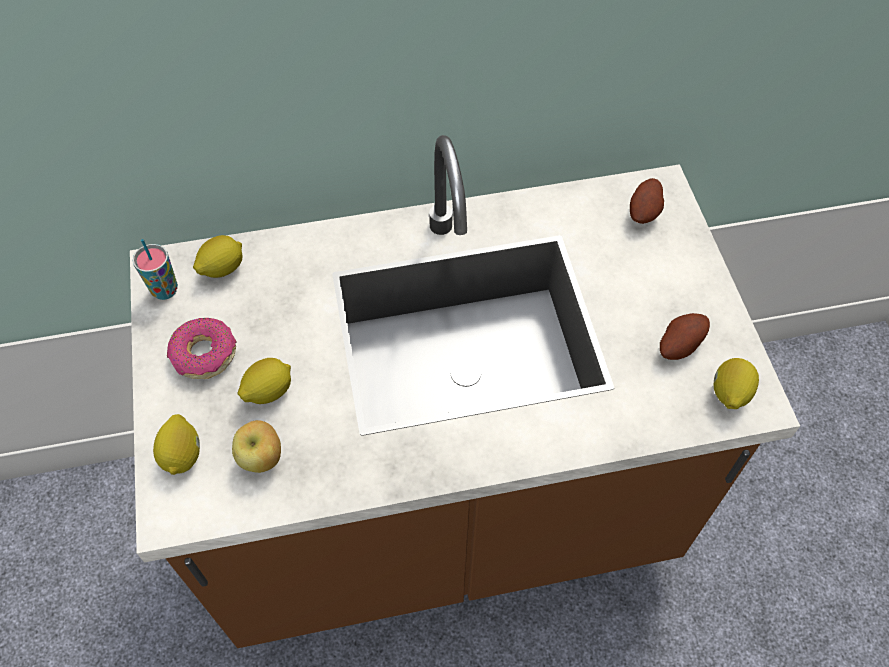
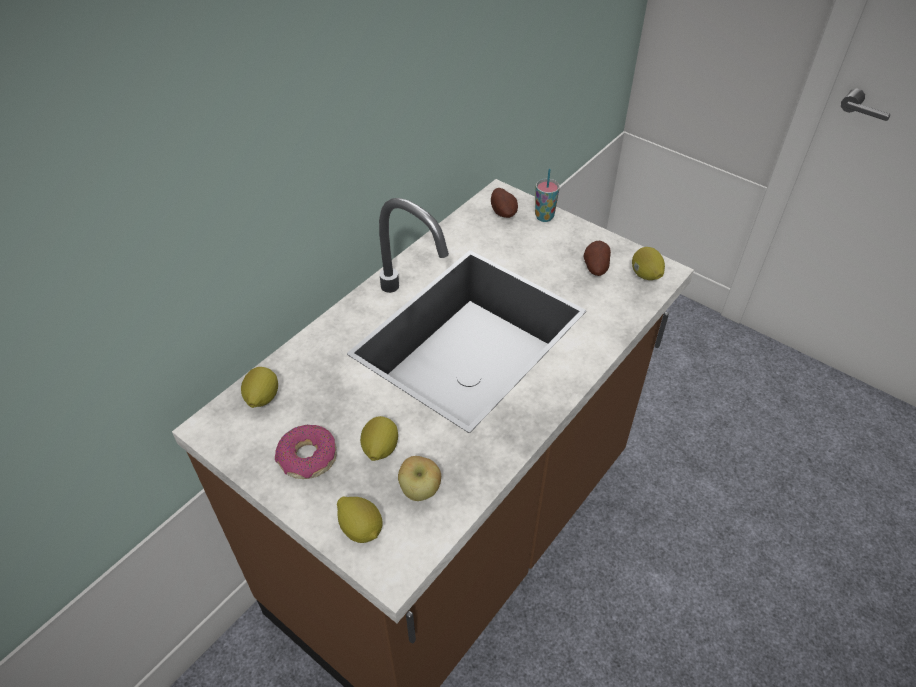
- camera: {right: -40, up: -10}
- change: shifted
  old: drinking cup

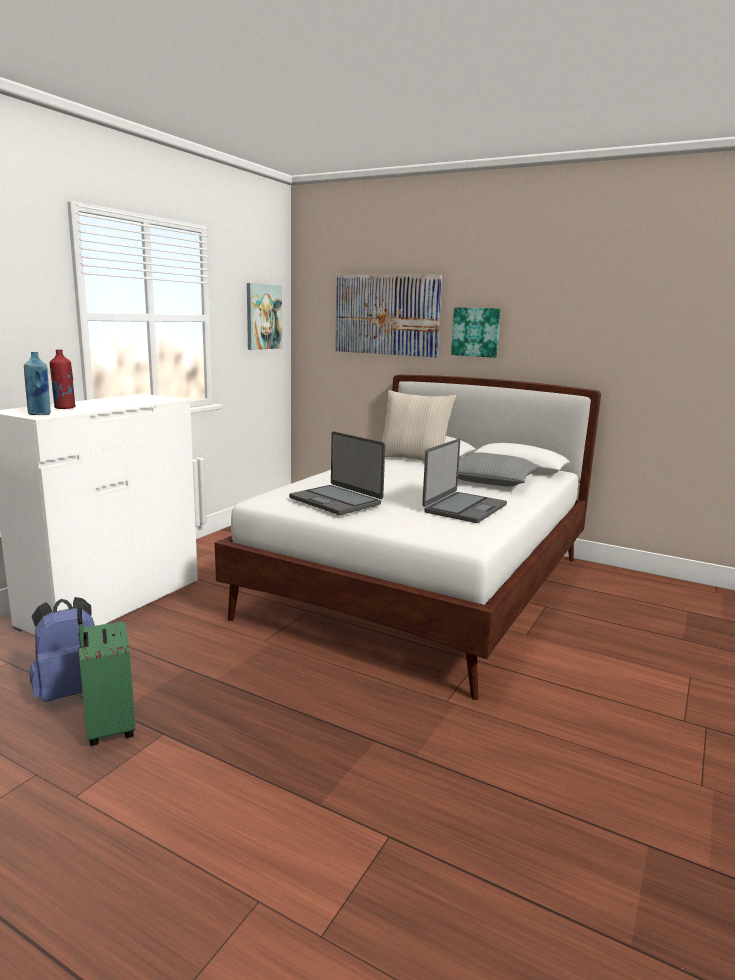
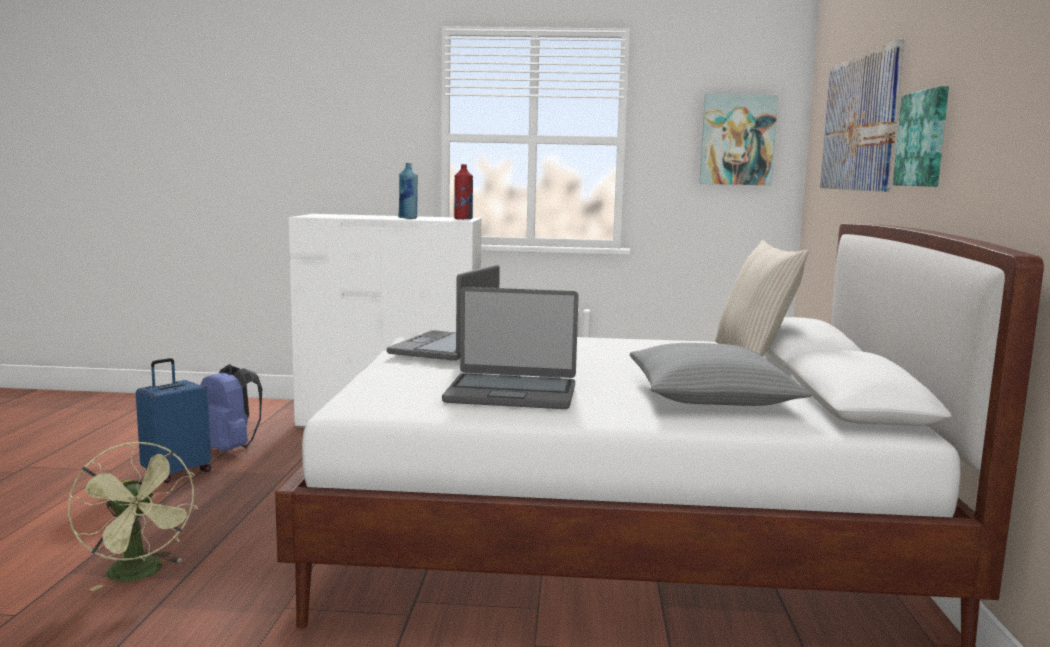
- camera: {right: 65, up: -5}
- change: shifted
  old: red-coloured bottle
- change: shifted
  old: bluish bottle
- change: repainted
  old: green-coloured suitcase
  new: bluish suitcase
- change: new
  new: green-coloured cooling fan

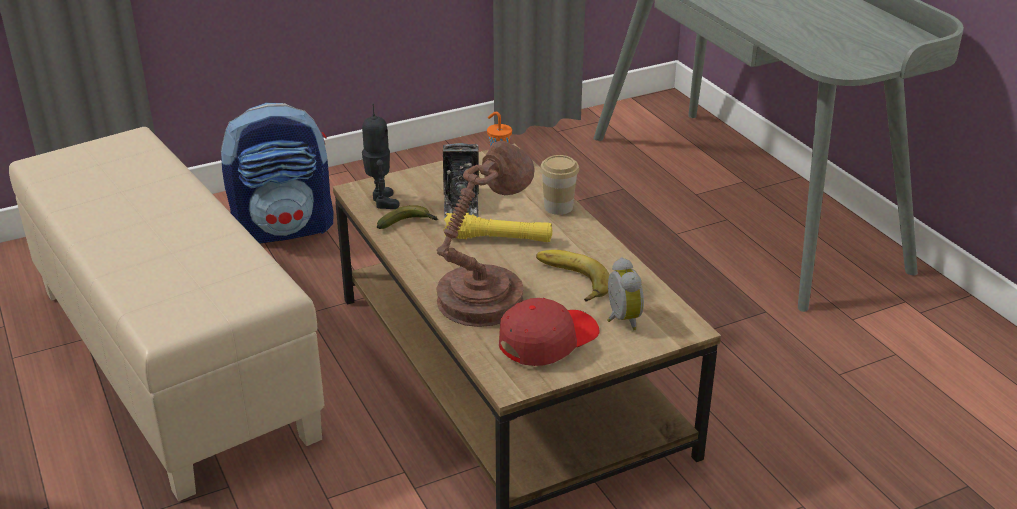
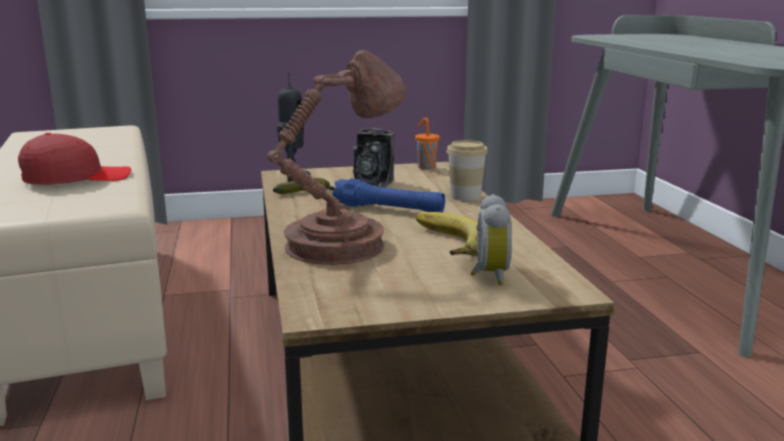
- camera: {right: 15, up: -15}
- change: gone
  old: backpack
- change: repainted
  old: yellow hand torch
  new: bluish hand torch
- change: shifted
  old: red-coloured peaked cap

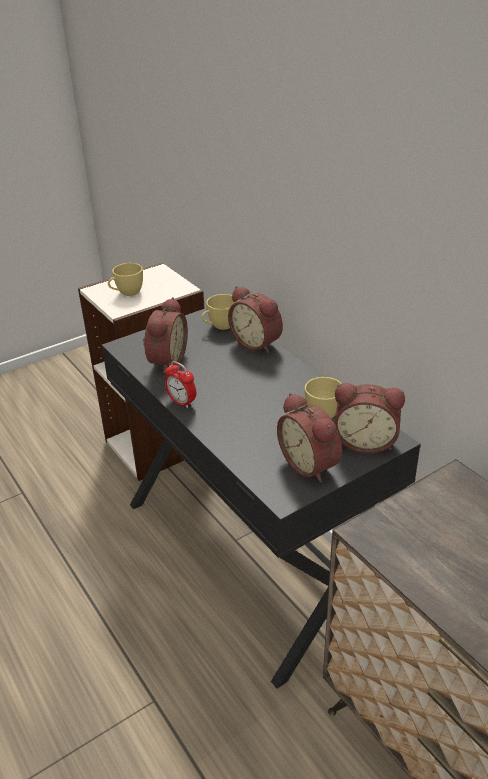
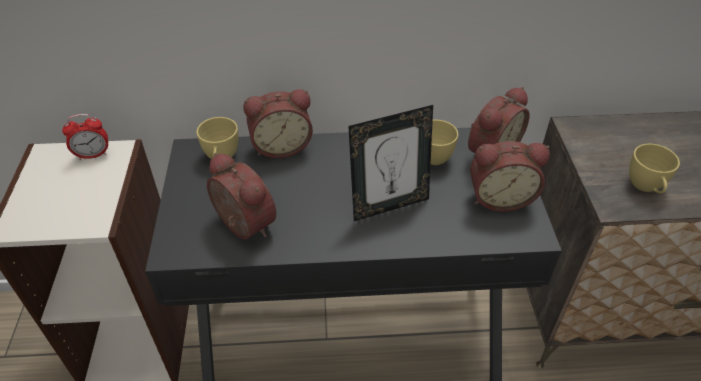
- camera: {right: -60, up: 10}
- change: shifted
  old: yellow drinking cup (no. 1 from left in the first image)
  new: yellow drinking cup (no. 3 from left)
- change: shifted
  old: bedside clock (no. 2 from left in the first image)
  new: bedside clock (no. 1 from left)
- change: new
  new: picture frame

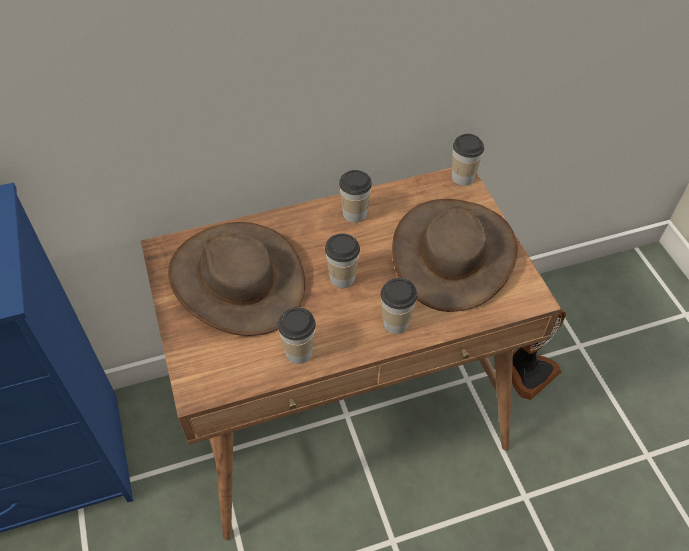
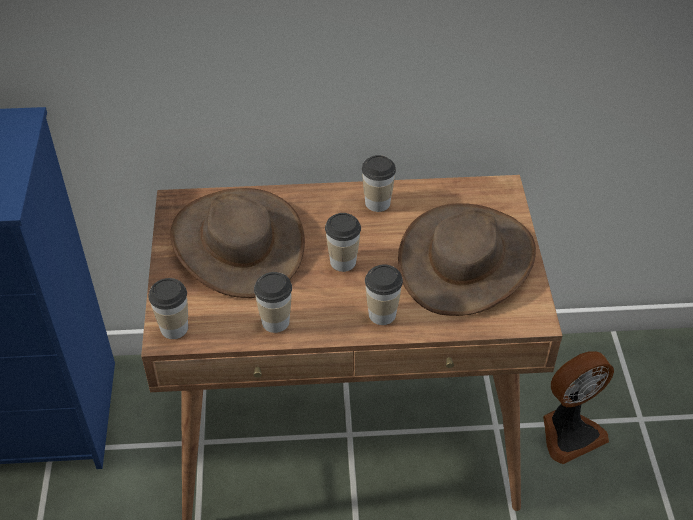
- camera: {right: 15, up: -5}
- change: shifted
  old: drinking cup (no. 5 from left in the first image)
  new: drinking cup (no. 1 from left)

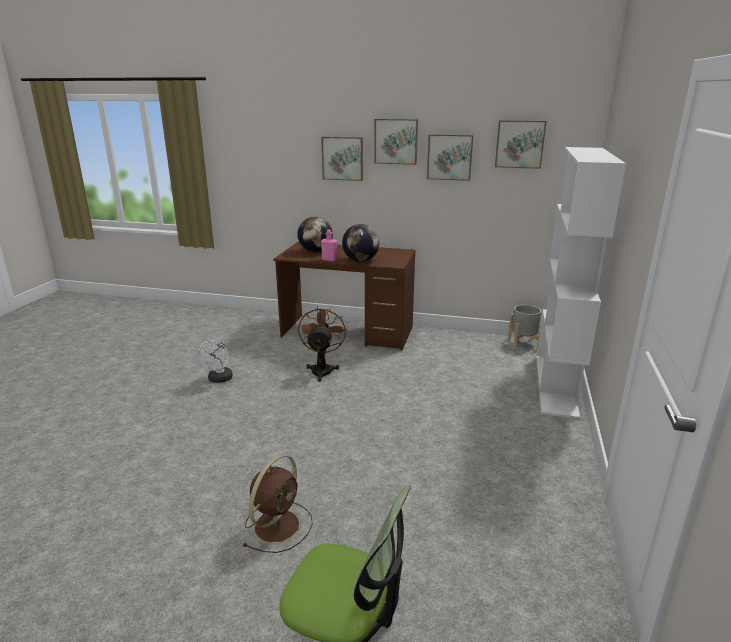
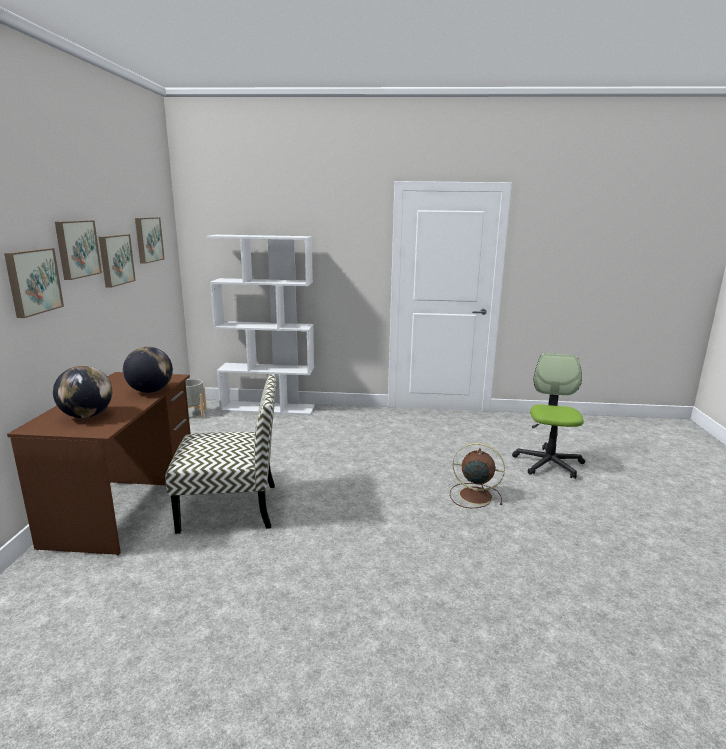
- camera: {right: -100, up: -5}
- change: gone
  old: pink-coloured bottle
- change: swapped
  old: brown-coloured cooling fan (no. 2 from left)
  new: upright chair
- change: gone
  old: white cooling fan

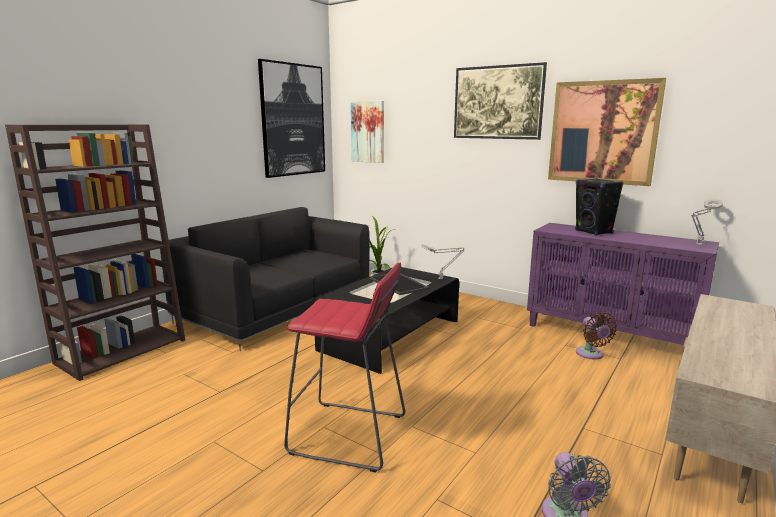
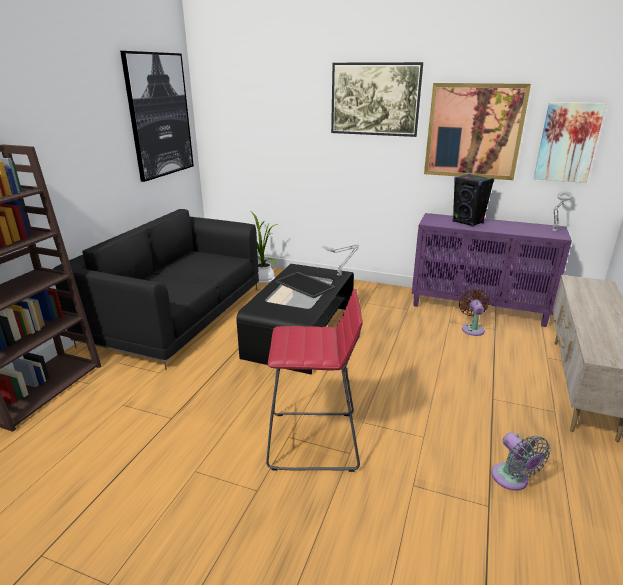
- camera: {right: -15, up: 10}
- change: shifted
  old: wall picture (no. 2 from left in the first image)
  new: wall picture (no. 4 from left)
- change: rotated
  old: brown-coloured cooling fan
  degrees: -150

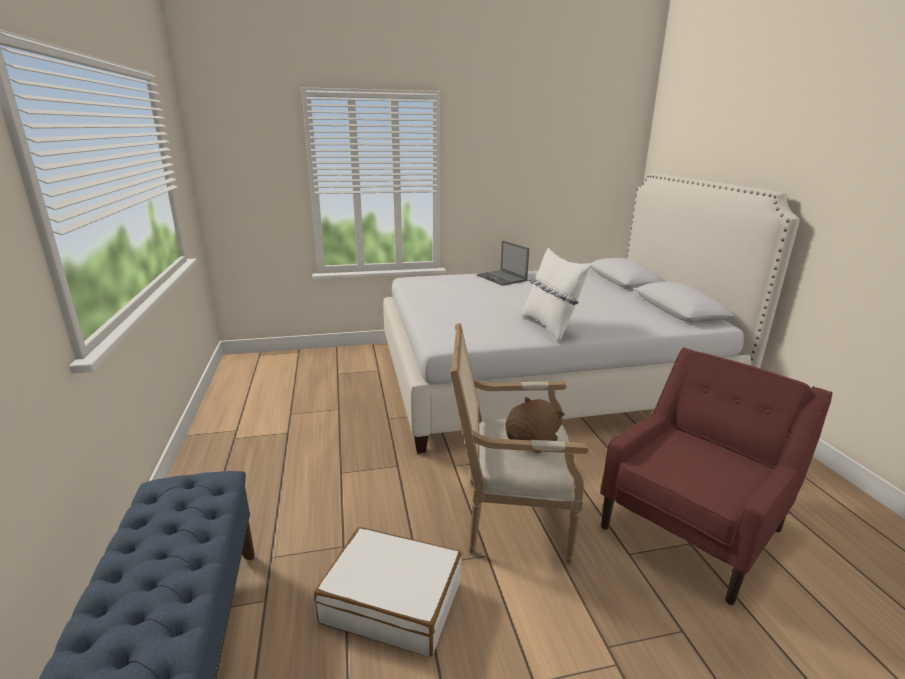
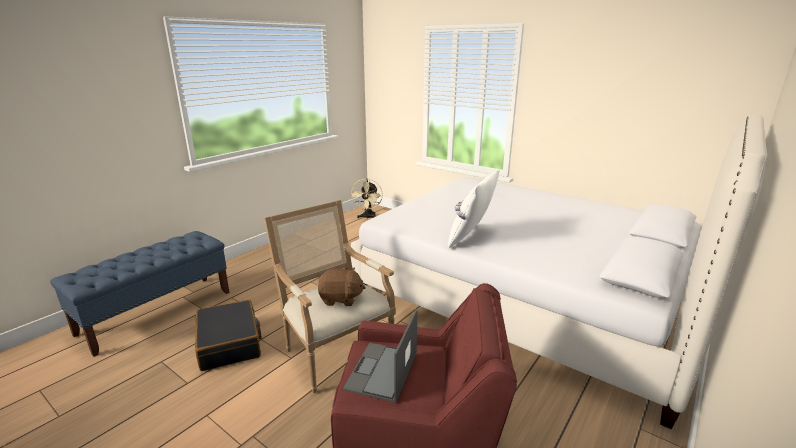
- camera: {right: 50, up: 0}
- change: shifted
  old: portable computer
- change: repainted
  old: white suitcase
  new: black suitcase
- change: new
  new: beige-coloured cooling fan

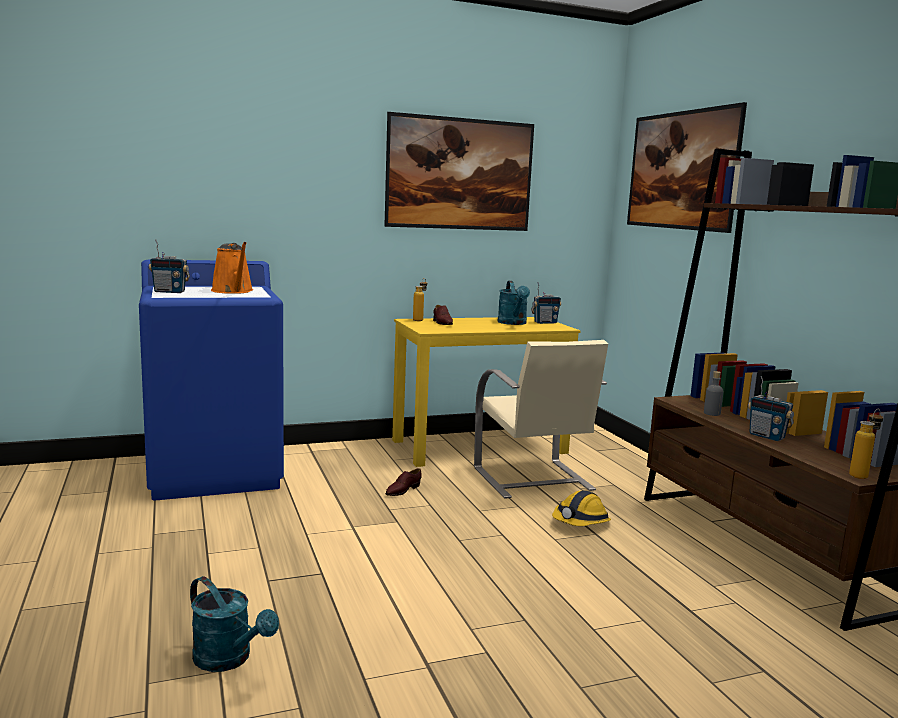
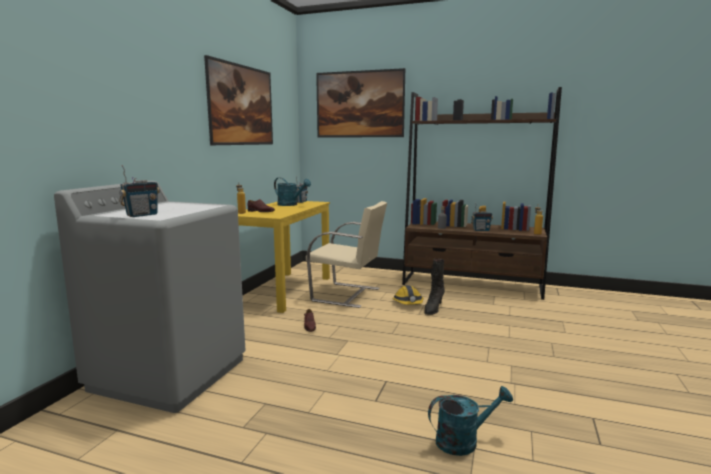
- camera: {right: -50, up: 0}
- change: gone
  old: orange sprinkling can
- change: repainted
  old: bluish laundry appliance
  new: greyish laundry appliance
- change: new
  new: black tall boot

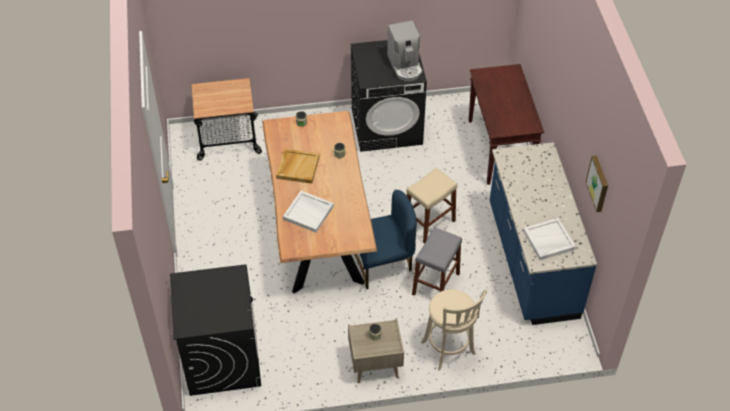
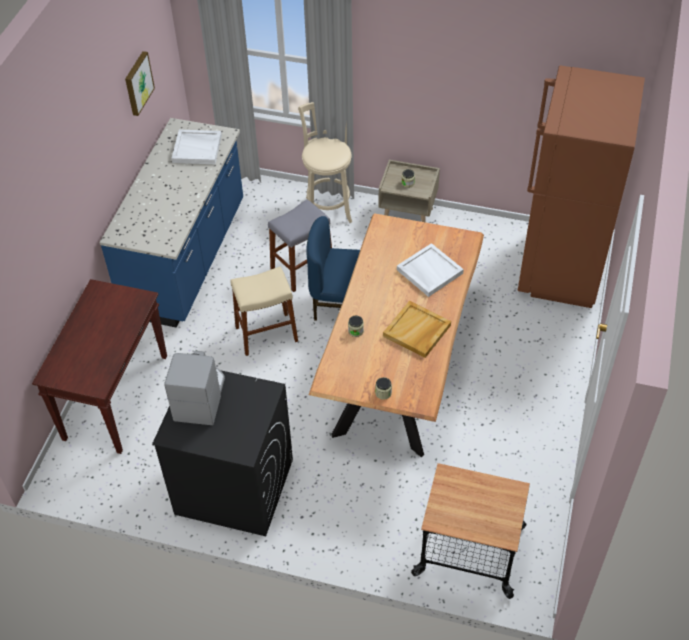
- camera: {right: -155, up: 0}
- change: swapped
  old: black laundry appliance (no. 1 from left)
  new: brown-coloured refrigerator

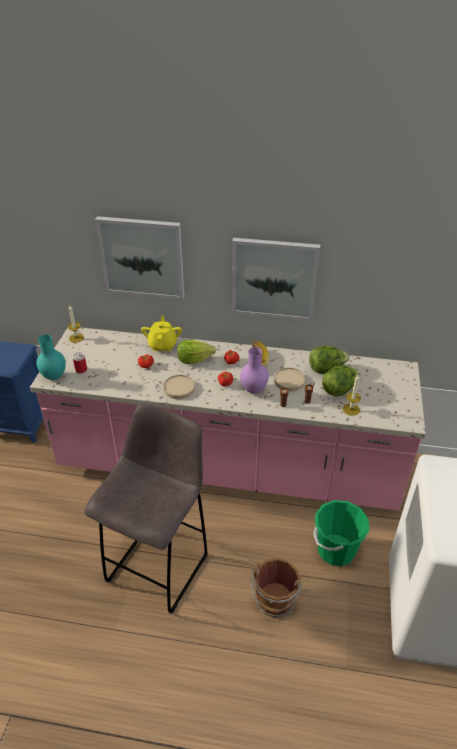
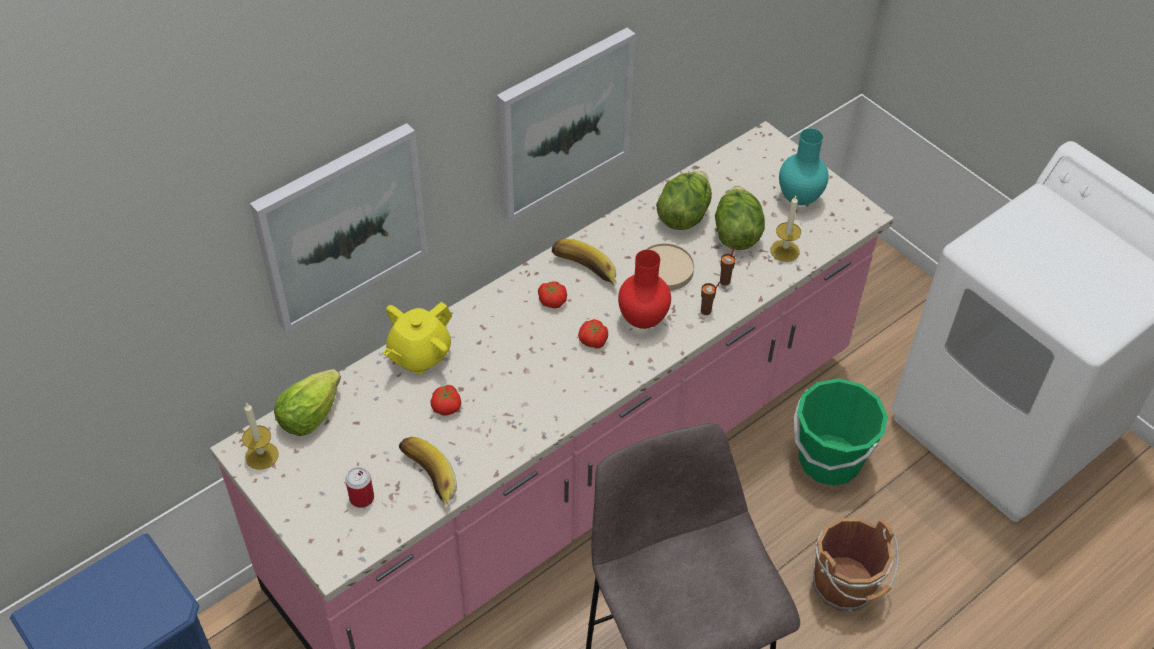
- camera: {right: -50, up: 10}
- change: rotated
  old: yellow pot for tea
  degrees: -90
- change: shifted
  old: turquoise flower vase
- change: shifted
  old: lettuce head (no. 1 from left)
- change: repainted
  old: purple flower vase
  new: red-coloured flower vase
- change: gone
  old: beige-coloured dinner plate (no. 1 from left)
- change: new
  new: banana (no. 1 from left)

